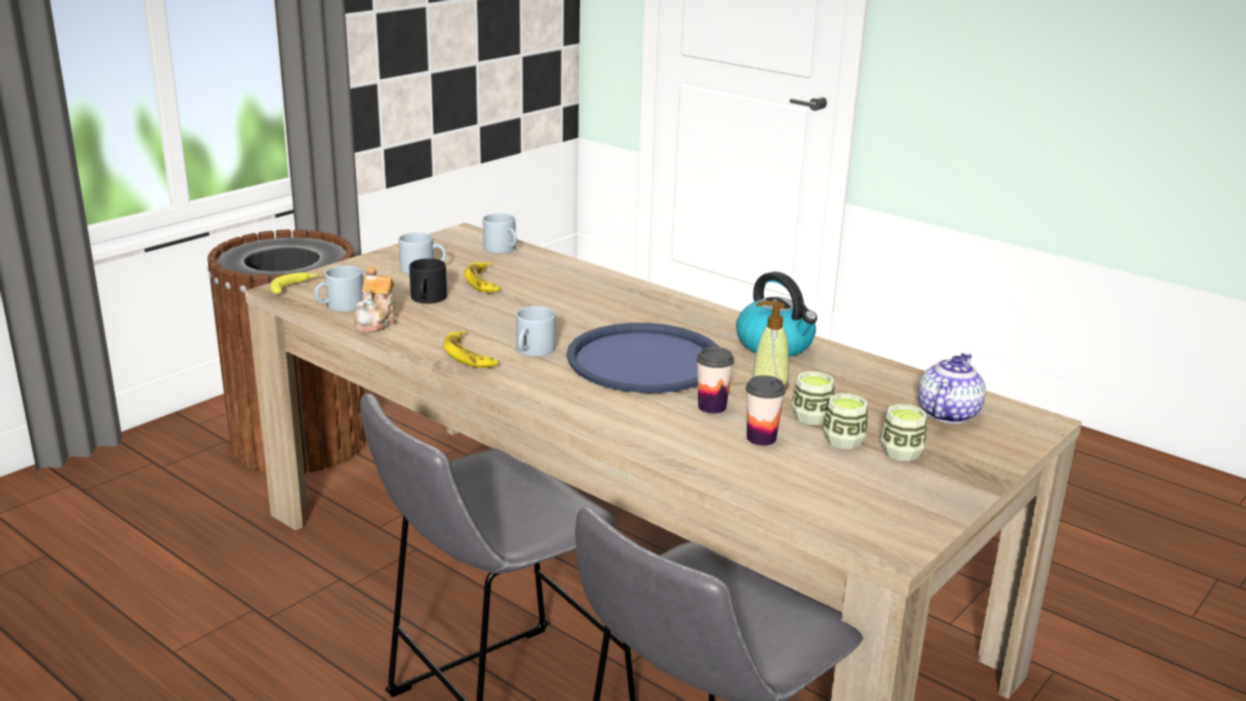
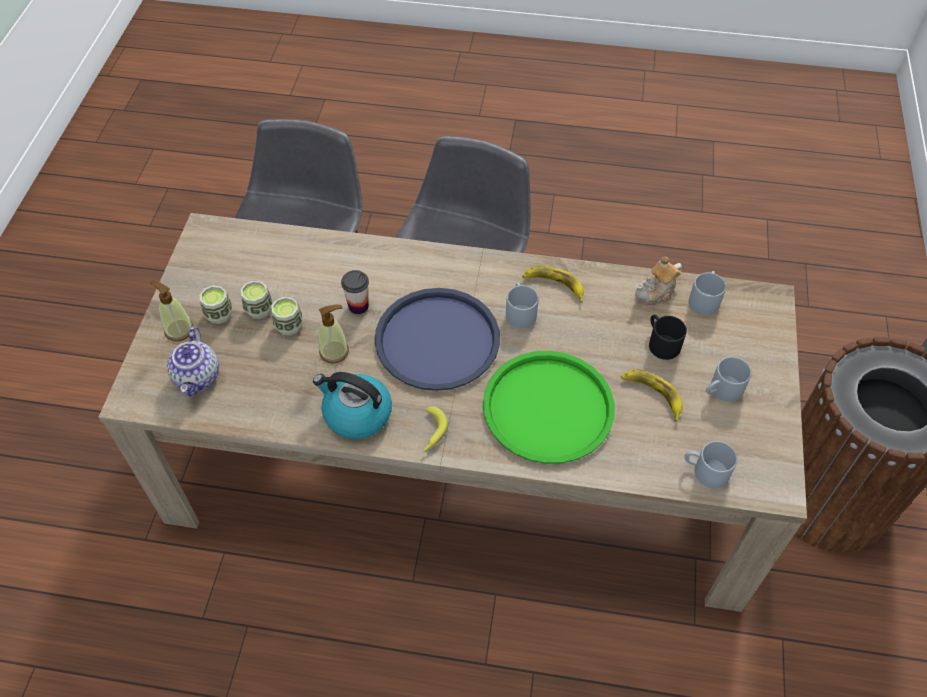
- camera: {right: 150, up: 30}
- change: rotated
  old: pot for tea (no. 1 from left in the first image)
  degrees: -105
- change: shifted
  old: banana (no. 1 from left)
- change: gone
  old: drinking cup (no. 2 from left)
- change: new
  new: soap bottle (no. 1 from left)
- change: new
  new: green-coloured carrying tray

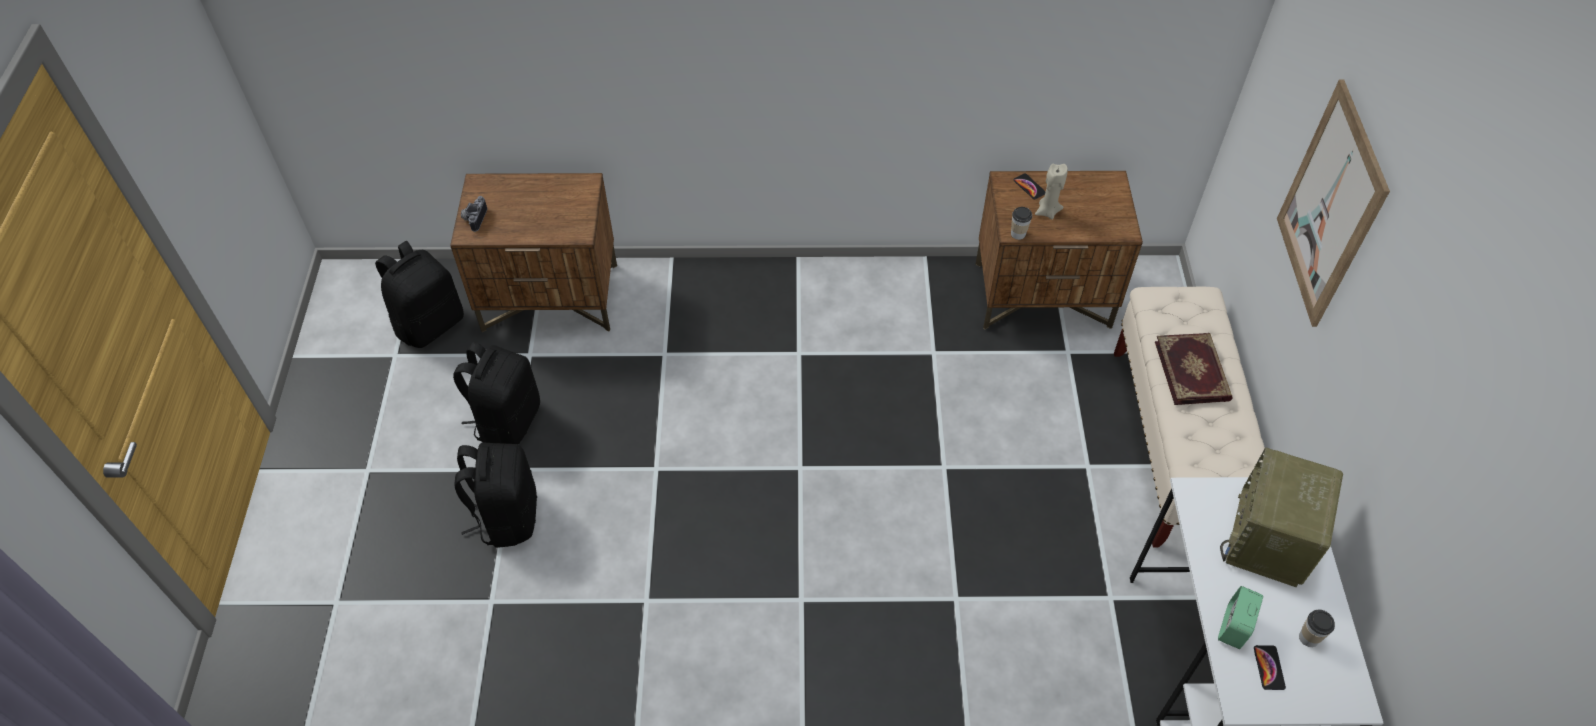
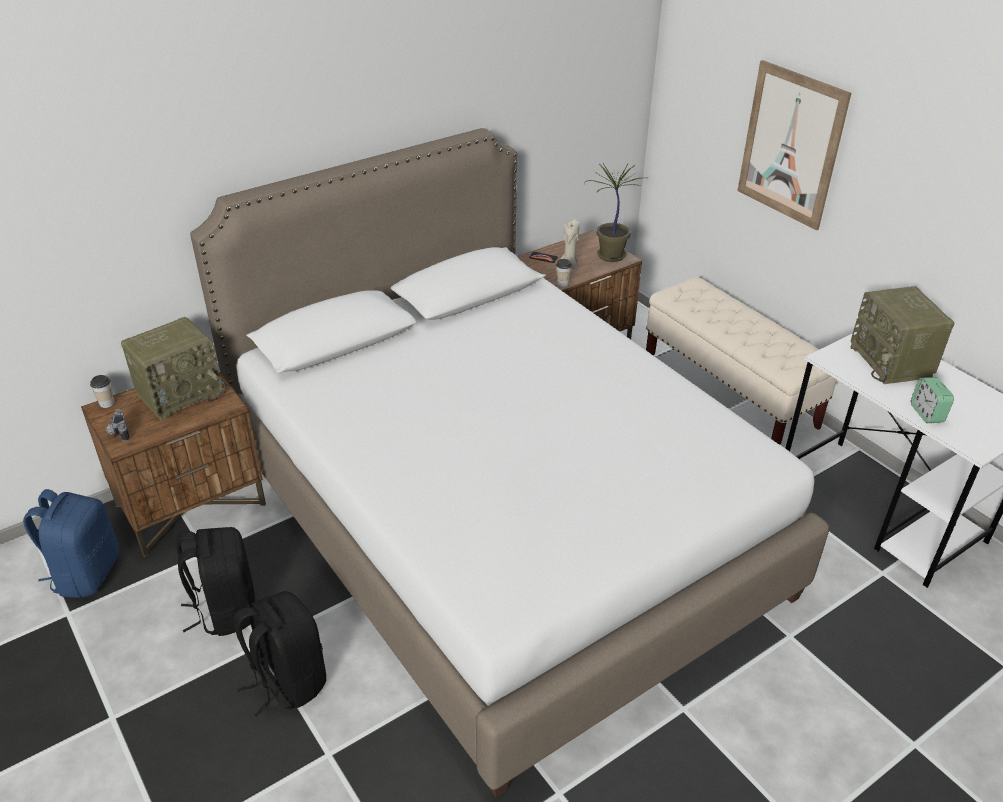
- camera: {right: -35, up: -15}
- change: repainted
  old: black backpack (no. 1 from left)
  new: bluish backpack
- change: gone
  old: bound book
- change: shifted
  old: drinking cup (no. 2 from left in the first image)
  new: drinking cup (no. 1 from left)
- change: gone
  old: phone (no. 2 from left)
- change: new
  new: white bed
- change: new
  new: potted plant
- change: new
  new: radio set (no. 1 from left)

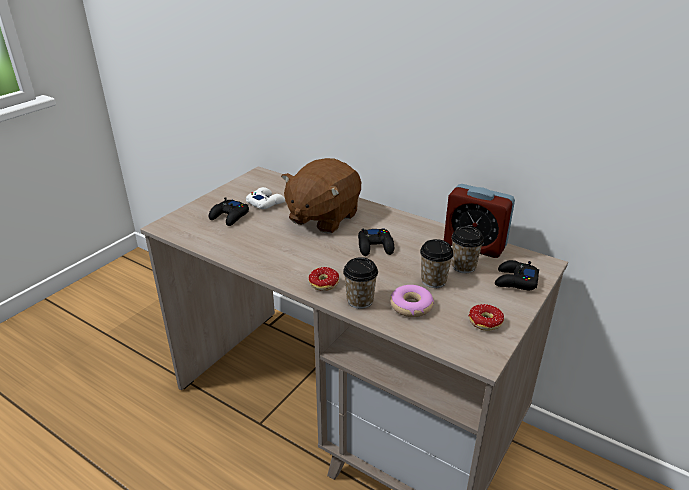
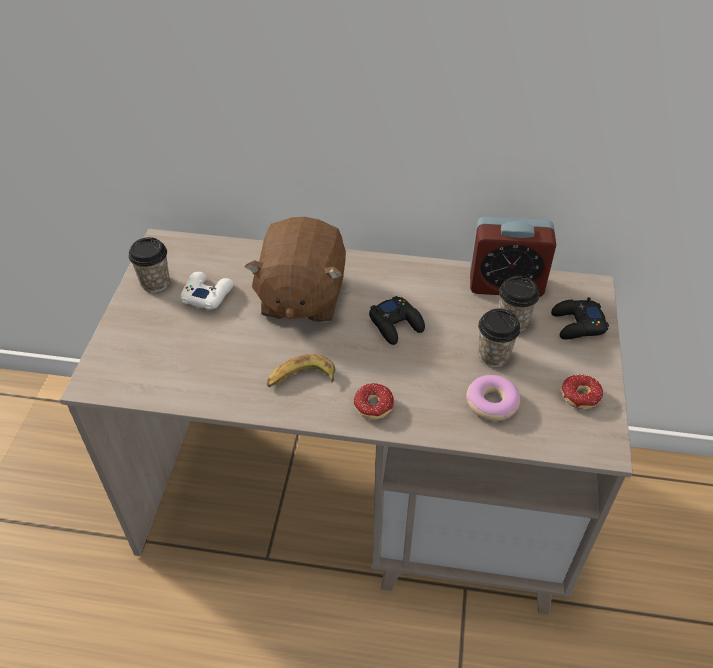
- camera: {right: -25, up: 15}
- change: gone
  old: black joypad (no. 1 from left)
- change: shifted
  old: drinking cup (no. 1 from left)
- change: new
  new: banana

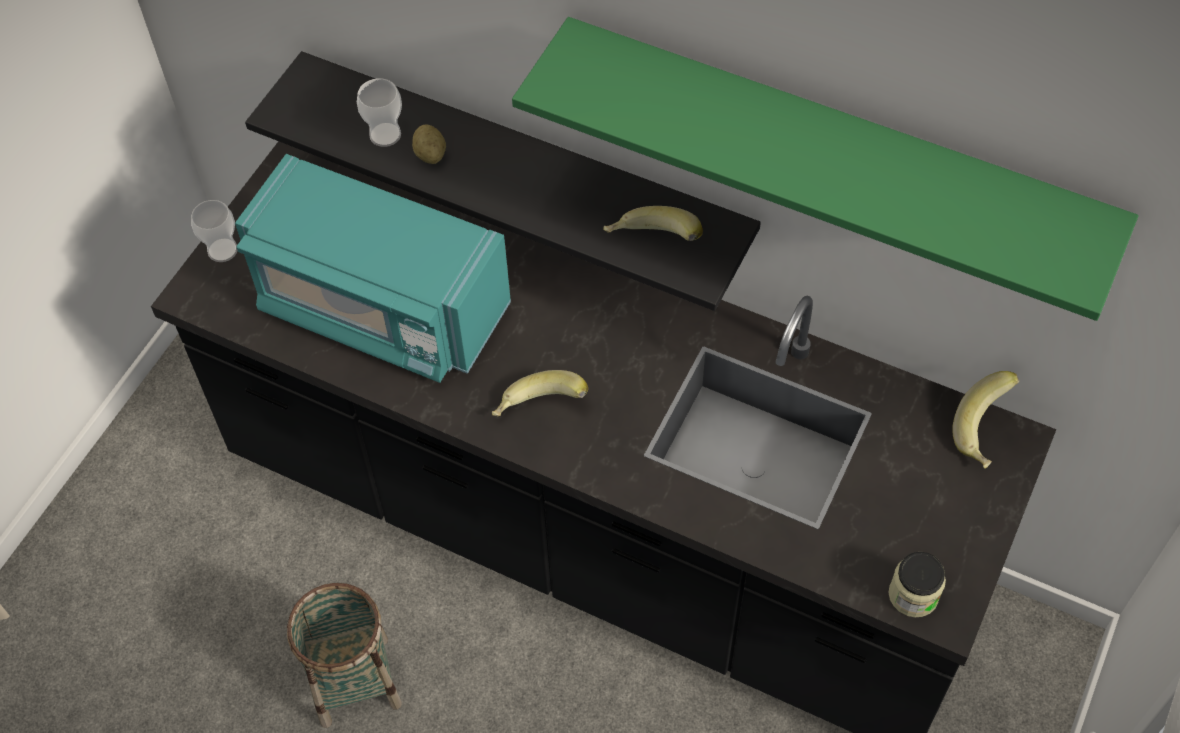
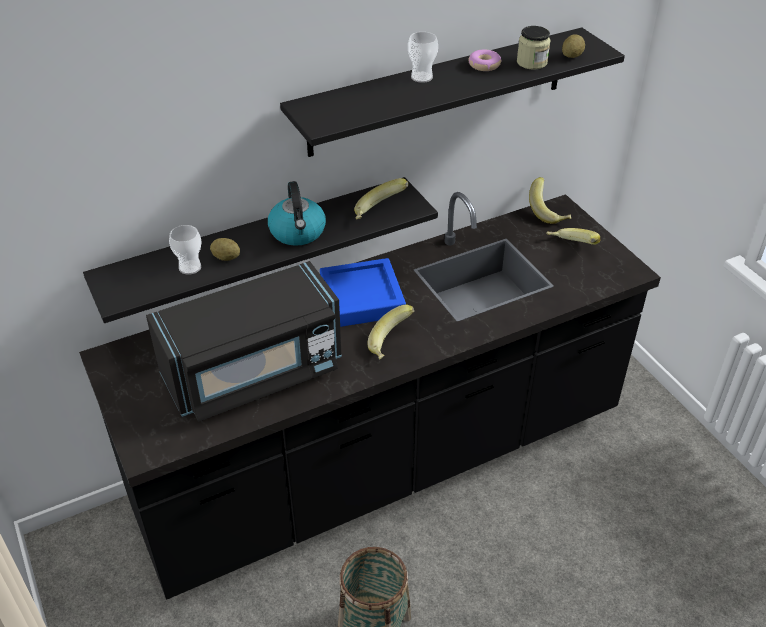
- camera: {right: -55, up: -15}
- change: repainted
  old: green-coloured bracket shelf
  new: black bracket shelf (no. 2 from left)
- change: repainted
  old: turquoise kitchen microwave
  new: black kitchen microwave
- change: shifted
  old: drinking cup (no. 1 from left in the first image)
  new: drinking cup (no. 2 from left)
- change: shifted
  old: preserve jar
- change: new
  new: whole potato (no. 2 from left)
- change: new
  new: donut
- change: new
  new: water kettle
- change: new
  new: banana (no. 4 from left)
- change: new
  new: bluish carrying tray

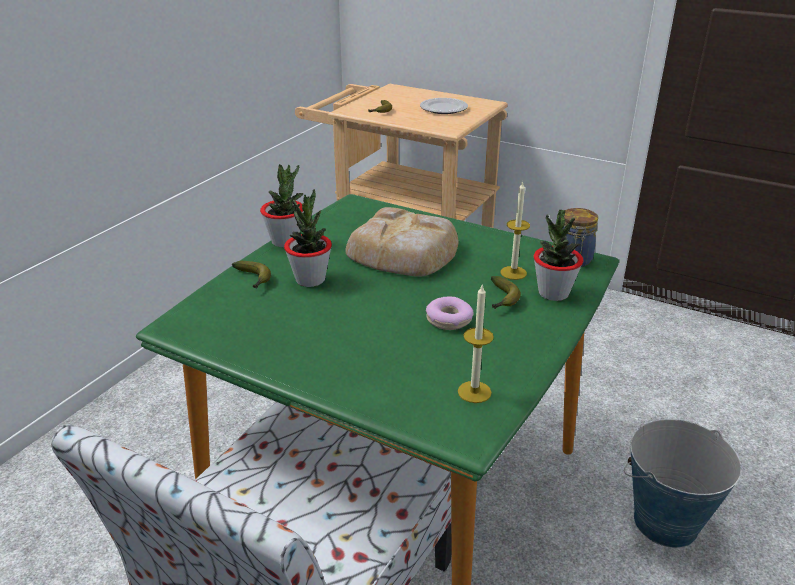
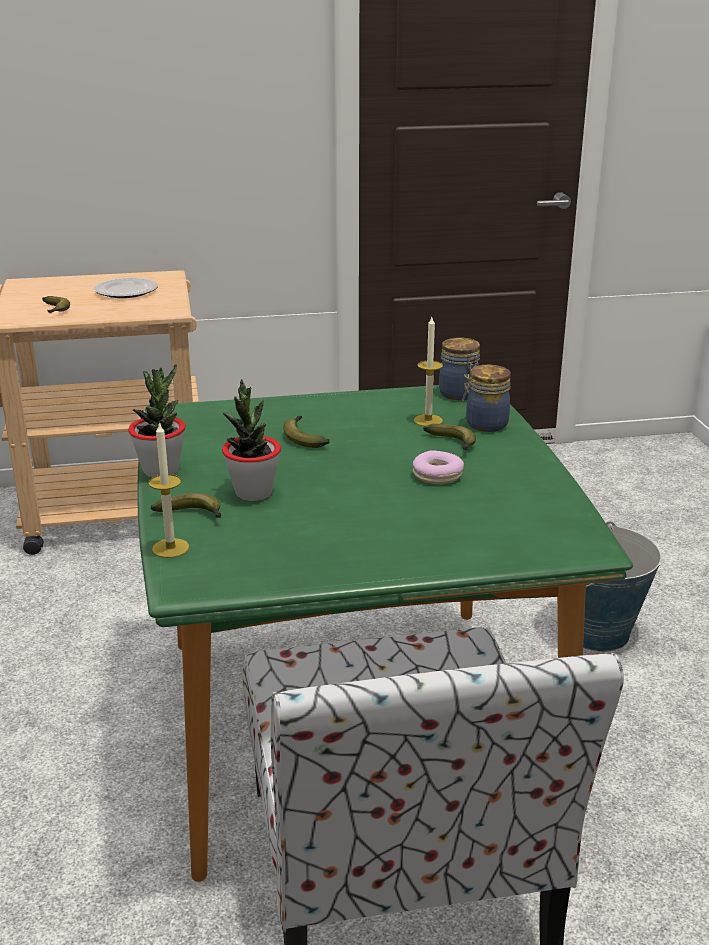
- camera: {right: -40, up: -5}
- change: swapped
  old: baked bread
  new: banana (no. 3 from left)
- change: swapped
  old: potted plant (no. 3 from left)
  new: preserve jar (no. 2 from left)
- change: shifted
  old: wax candle (no. 1 from left)

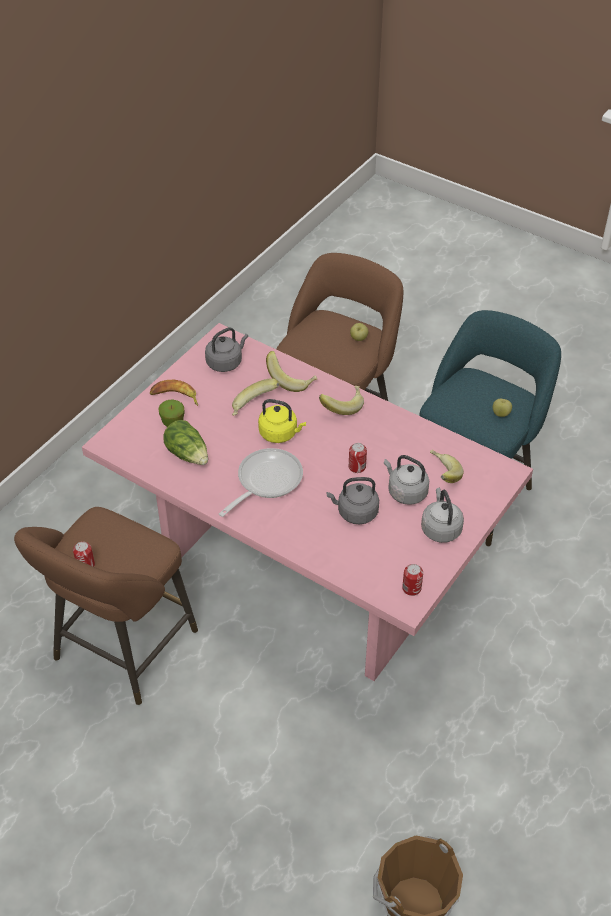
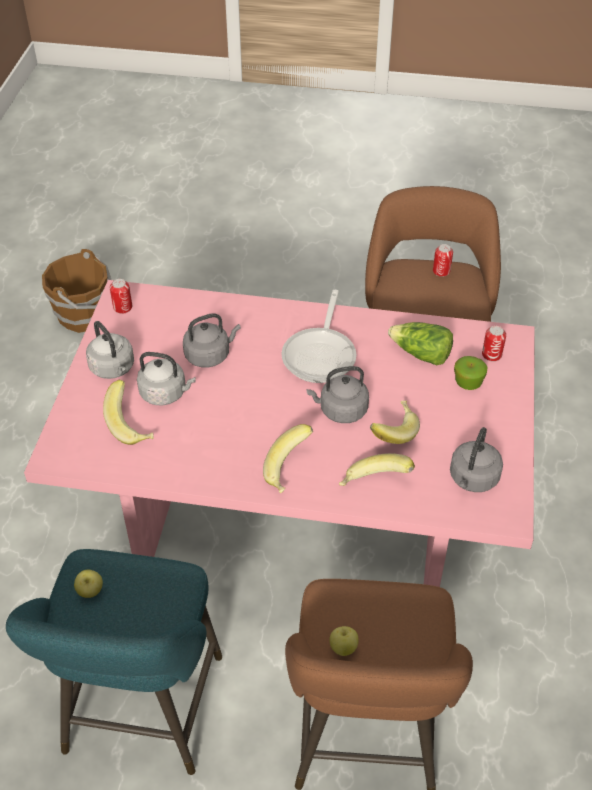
- camera: {right: 155, up: 0}
- change: gone
  old: banana (no. 1 from left)
- change: repainted
  old: yellow water kettle
  new: greyish water kettle (no. 4 from left)
- change: shifted
  old: metal can (no. 2 from left in the first image)
  new: metal can (no. 3 from left)

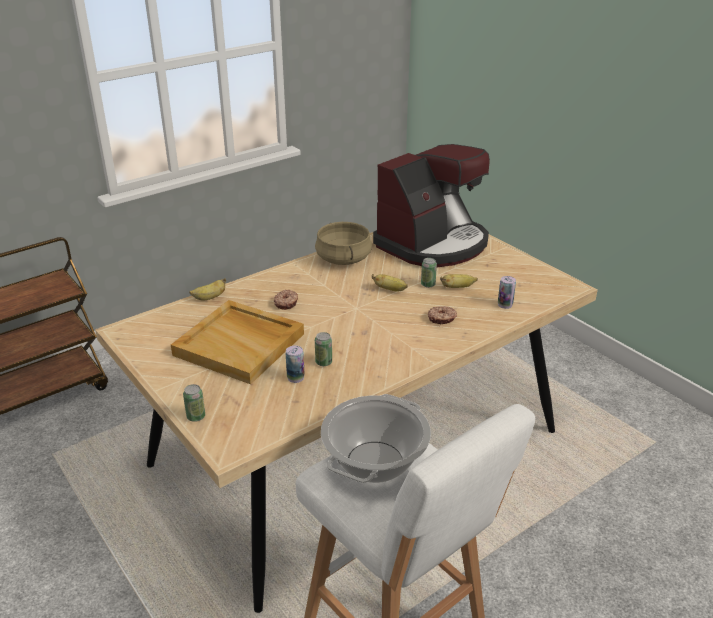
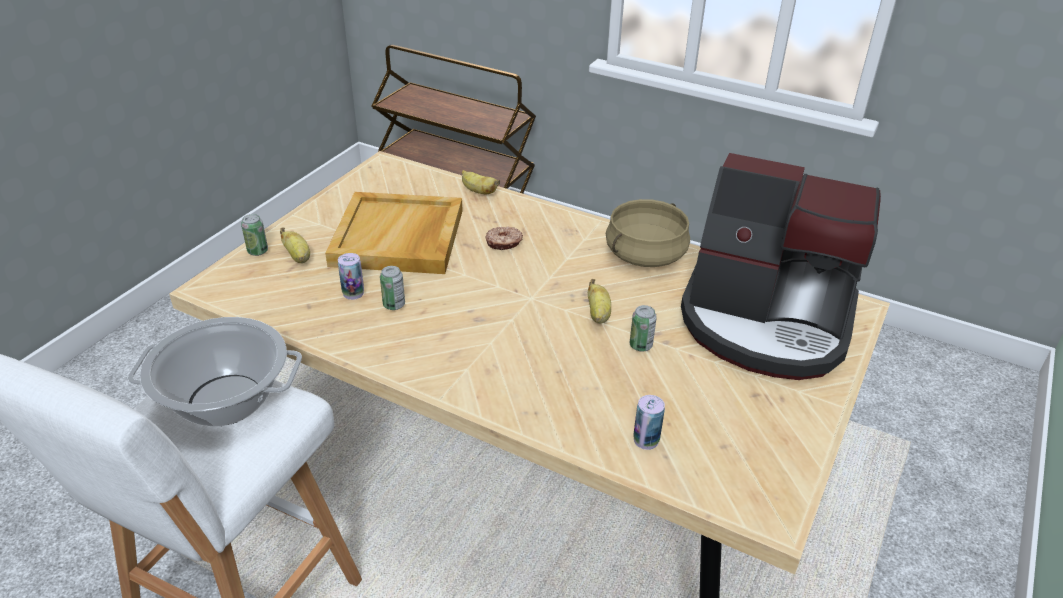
- camera: {right: 65, up: 5}
- change: shifted
  old: banana (no. 3 from left in the first image)
  new: banana (no. 1 from left)
- change: gone
  old: donut (no. 2 from left)

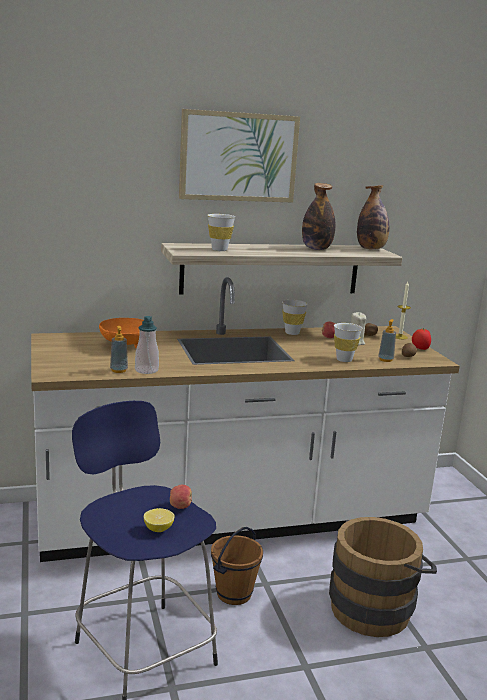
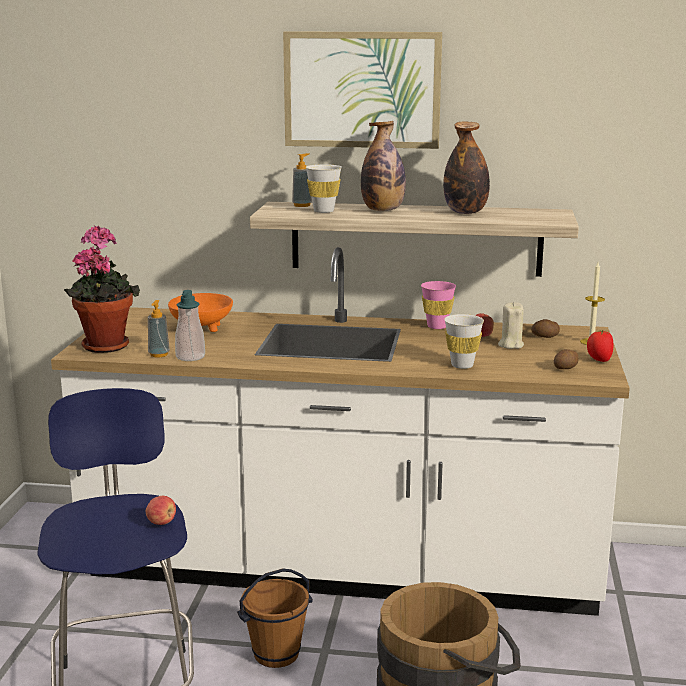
- camera: {right: 25, up: 0}
- change: shifted
  old: bottle (no. 2 from left in the first image)
  new: bottle (no. 1 from left)
- change: repainted
  old: white drinking cup (no. 2 from left)
  new: pink-coloured drinking cup
- change: shifted
  old: soap bottle (no. 3 from left)
- change: gone
  old: citrus fruit
- change: new
  new: potted plant

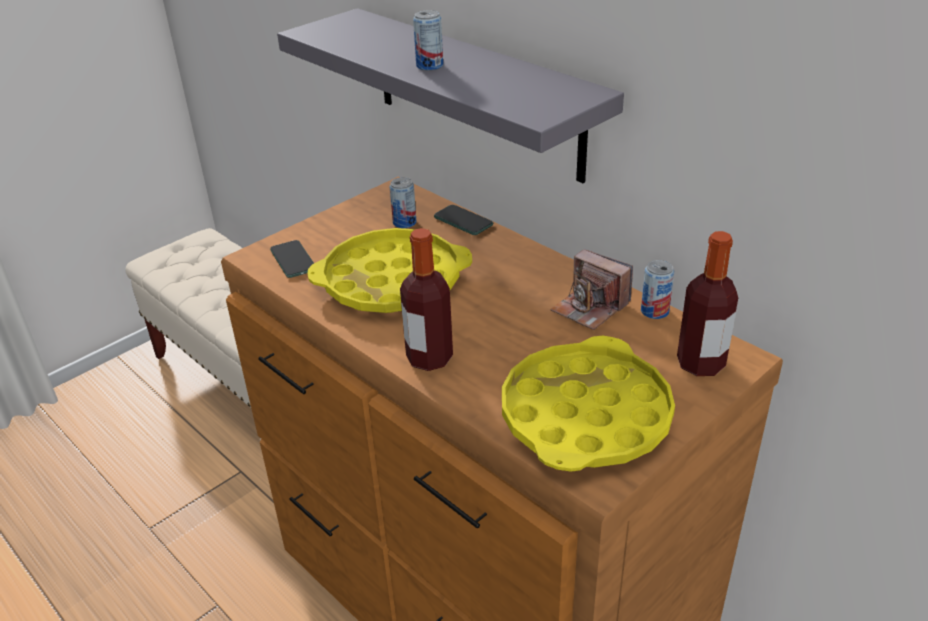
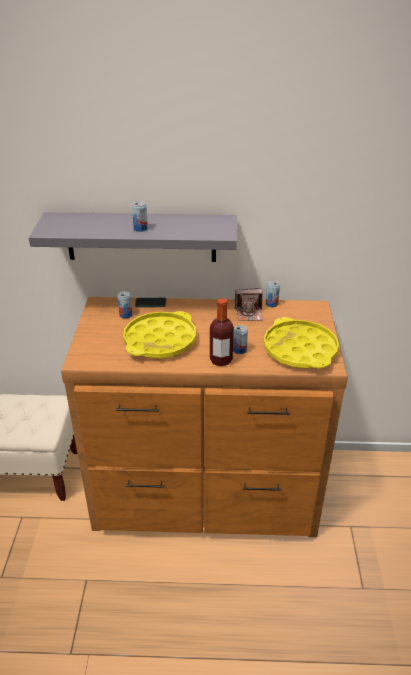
- camera: {right: -45, up: 0}
- change: gone
  old: bottle (no. 2 from left)
- change: gone
  old: phone (no. 1 from left)
- change: new
  new: metal can (no. 3 from left)

